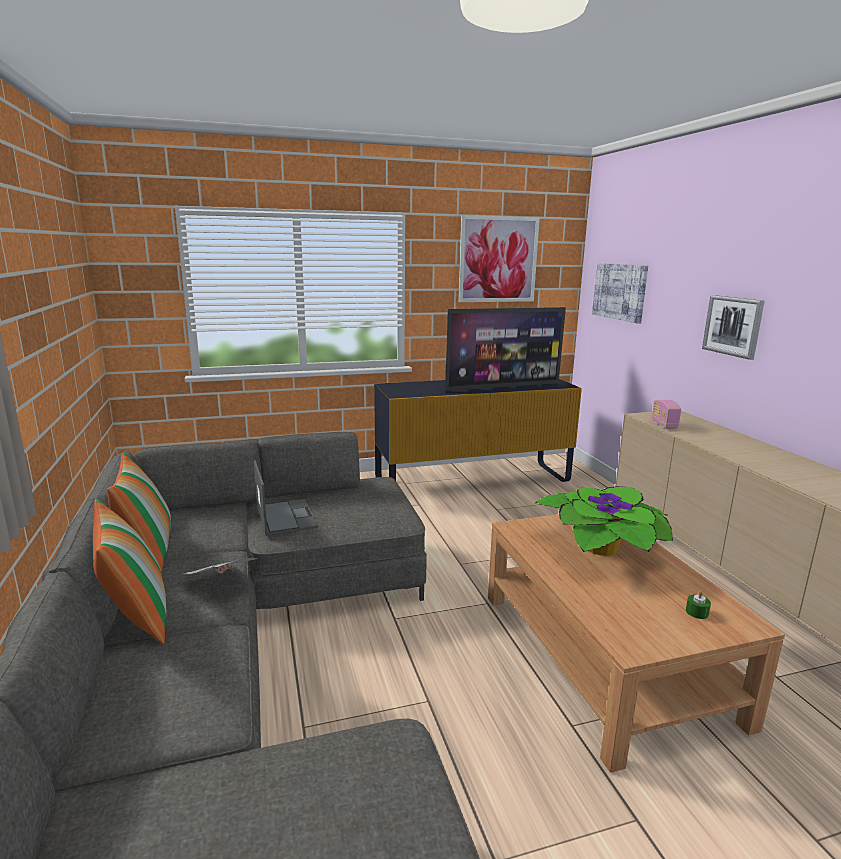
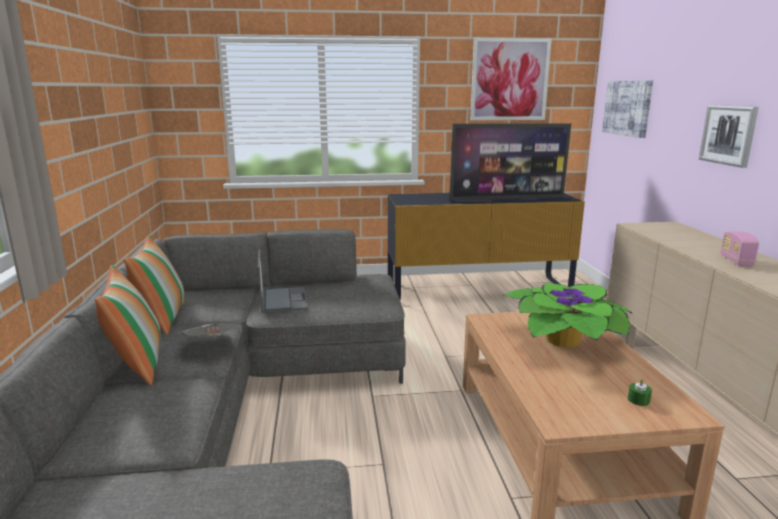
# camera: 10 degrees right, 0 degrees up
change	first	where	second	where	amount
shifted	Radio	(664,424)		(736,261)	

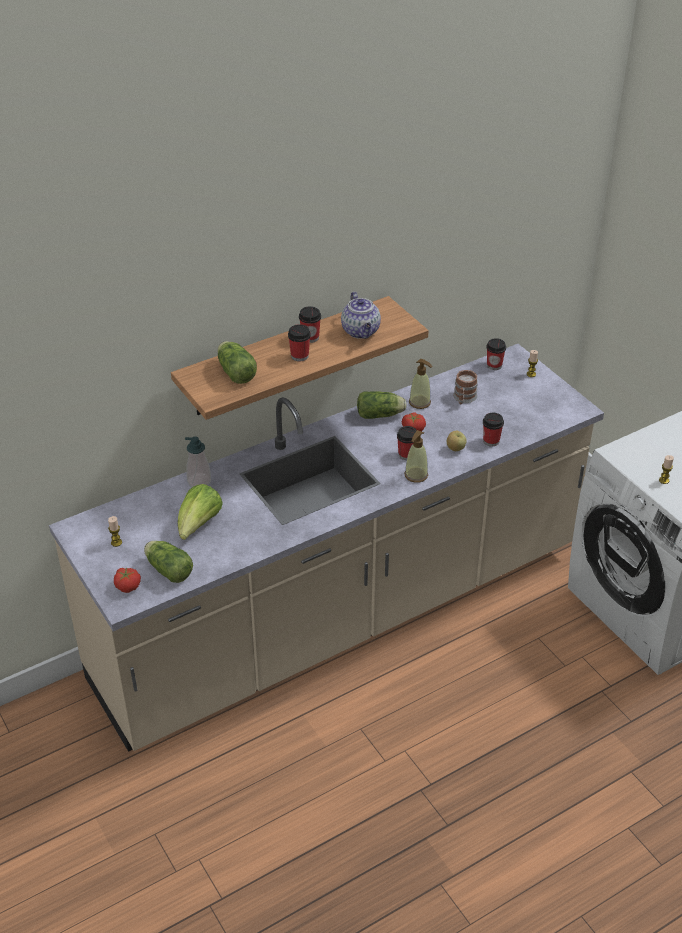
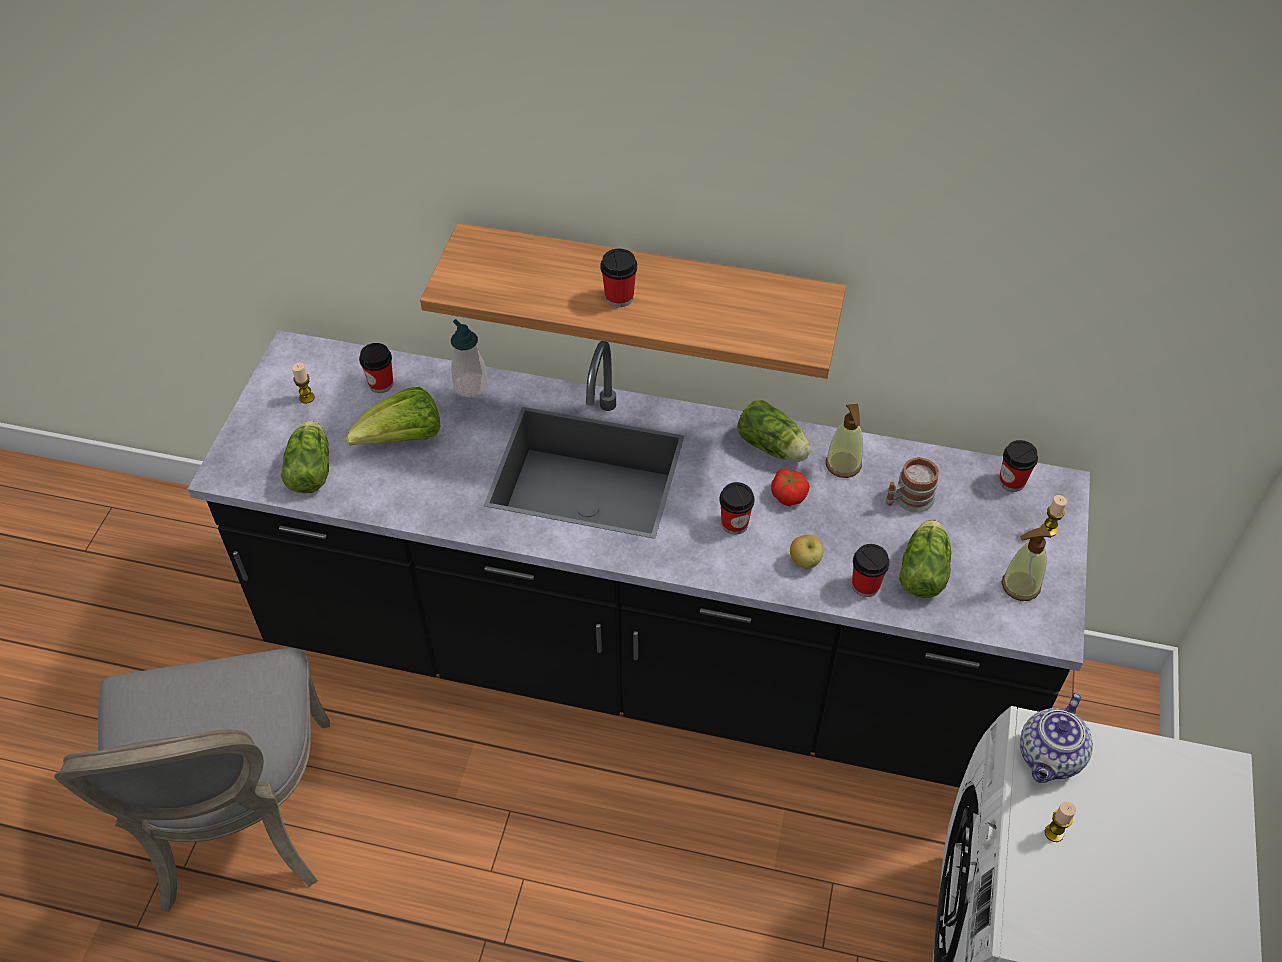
# camera: 45 degrees right, 10 degrees up
change	first	where	second	where	amount
new			GreyChair	(239,821)	
repainted	BeigeCounter	(341,617)	BlackCounter	(641,663)	
shifted	Cup	(310,337)		(381,384)	
shifted	Lettuce	(235,371)		(924,569)	
shifted	SoapDispenser	(416,475)		(1020,586)	
shifted	Teapot	(361,332)		(1049,758)	
gone	Tomato	(128,585)			

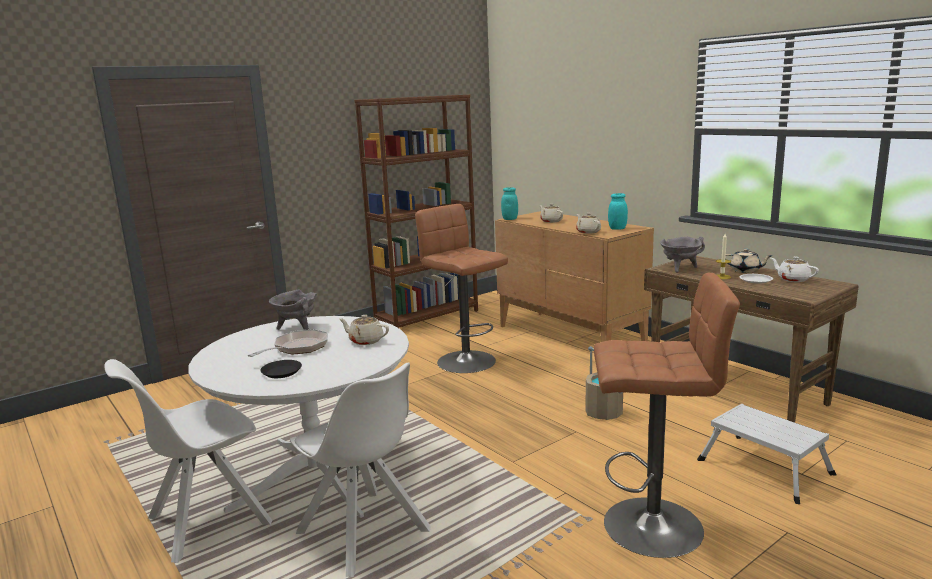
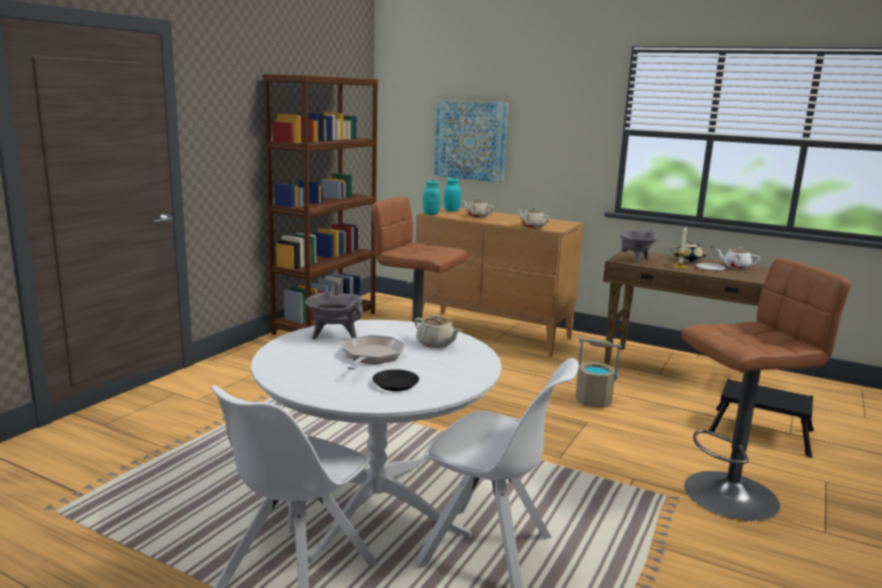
# camera: 25 degrees left, 0 degrees up
change	first	where	second	where	amount
rotated	BeigeTeapot	(365,341)		(436,344)	135 degrees counterclockwise
new			Picture	(471,140)	
shifted	TurquoiseJar	(617,228)		(451,211)	
repainted	WhiteStepLadder	(765,467)	BlackStepLadder	(761,431)	

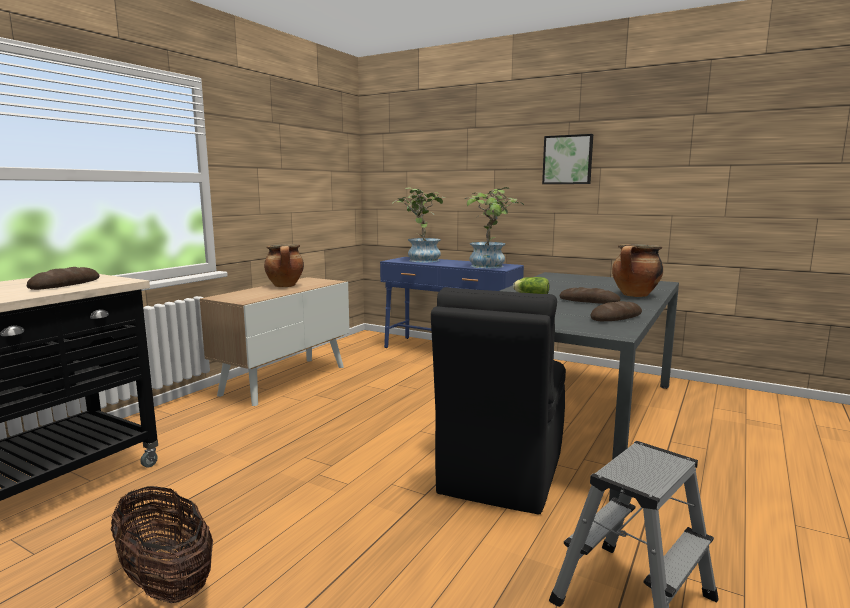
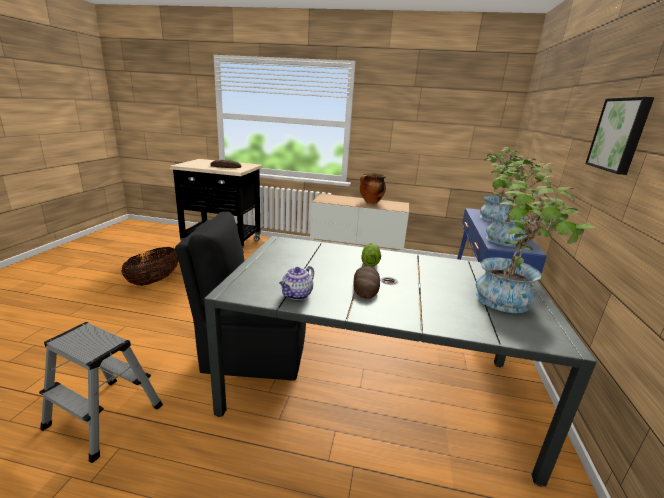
# camera: 70 degrees right, 10 degrees up
change	first	where	second	where	amount
swapped	Bread	(616,317)	Teapot	(297,295)	
new			PottedPlant	(511,302)	
gone	CookingPot	(635,295)			

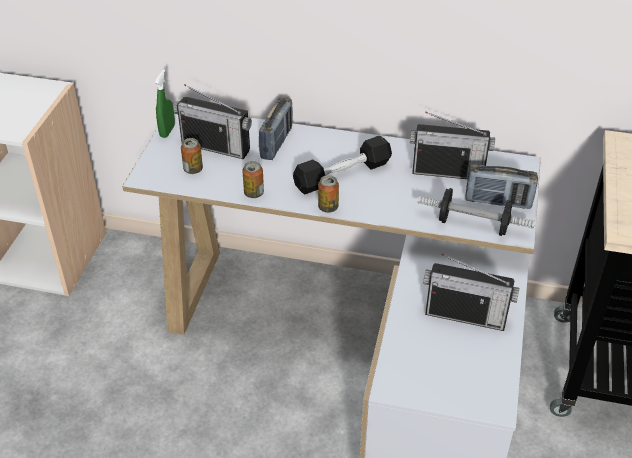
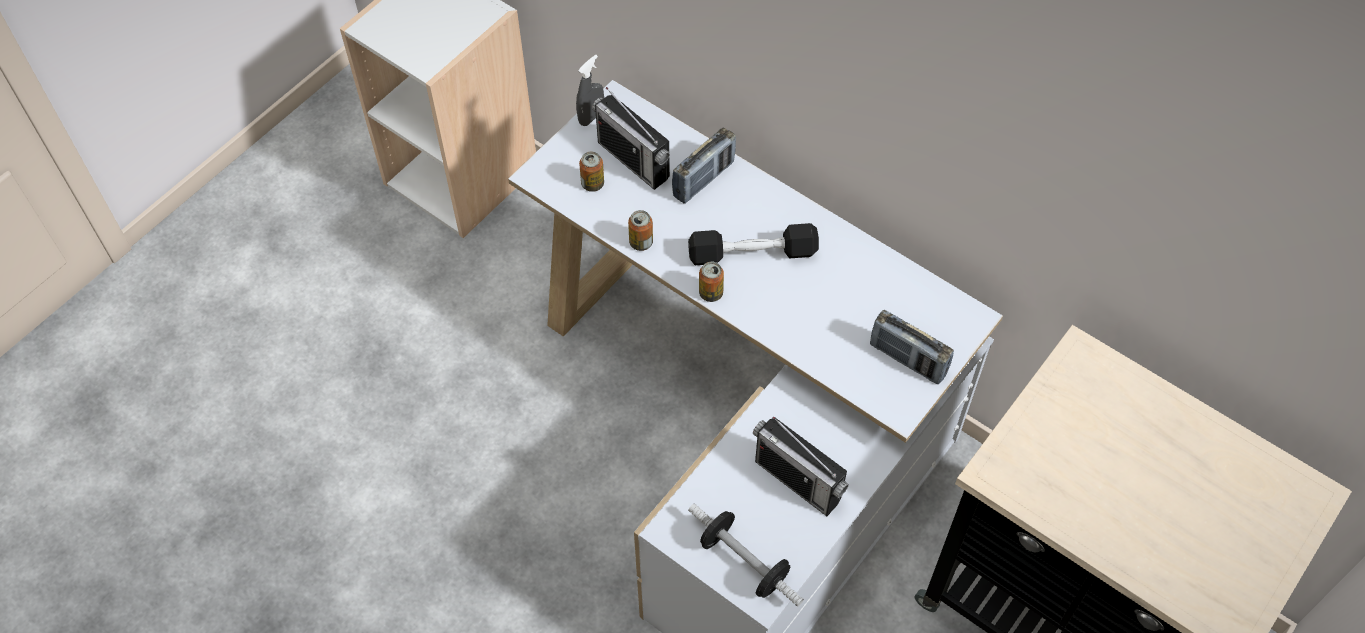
# camera: 25 degrees right, 15 degrees up
change	first	where	second	where	amount
repainted	GreenSprayBottle	(167,131)	GreySprayBottle	(591,117)	
shifted	Dumbbell	(473,225)		(744,563)	
gone	Radio	(448,172)			

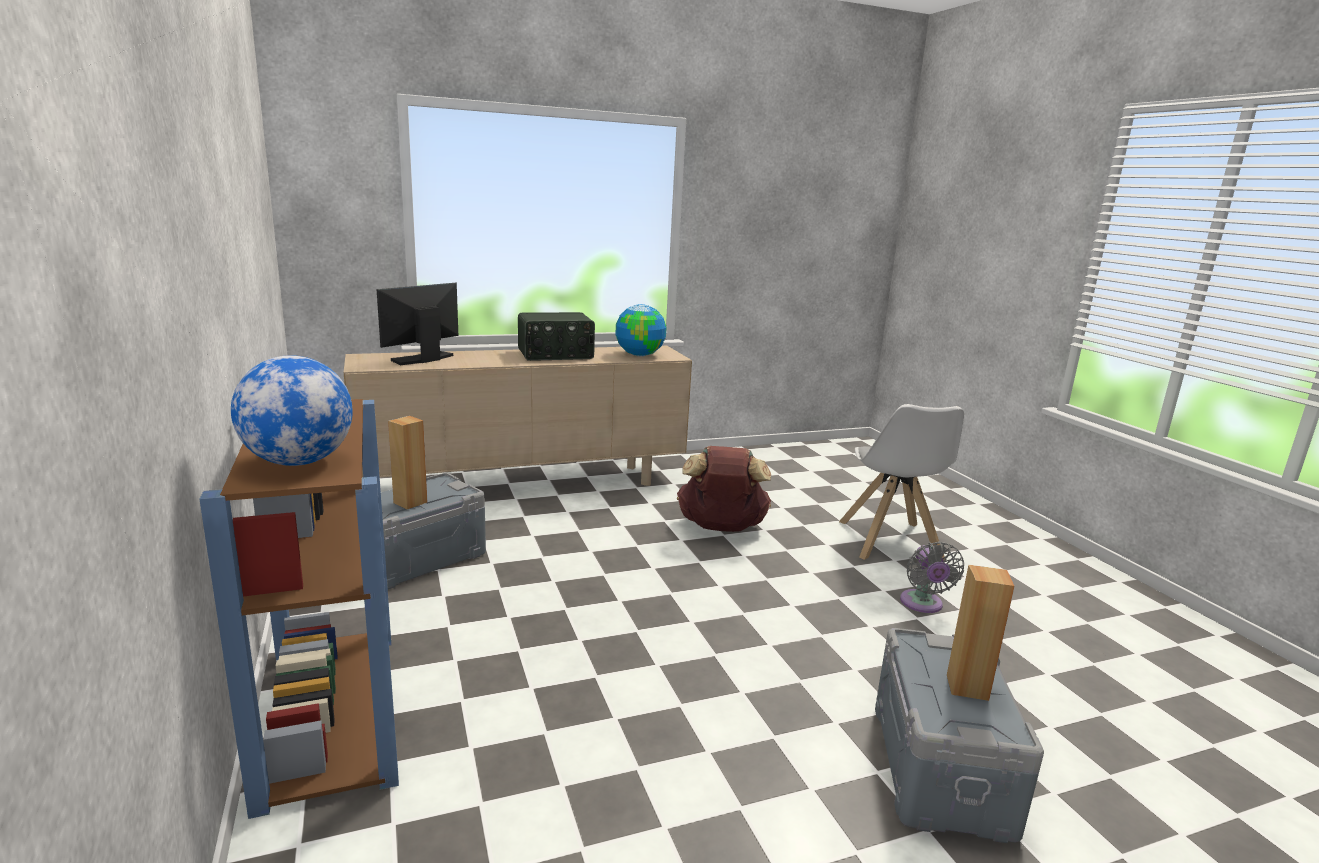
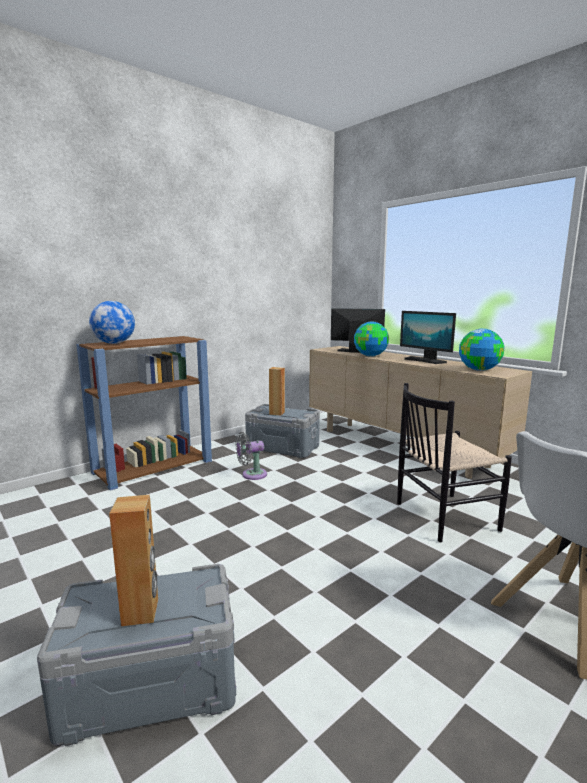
# camera: 70 degrees right, 5 degrees down
change	first	where	second	where	amount
shifted	GreyFan	(922,604)		(251,475)	
new			Globe	(370,355)	
swapped	BrownBackpack	(721,528)	BlackChair	(442,517)	
swapped	Radio	(555,355)	Monitor	(425,360)	

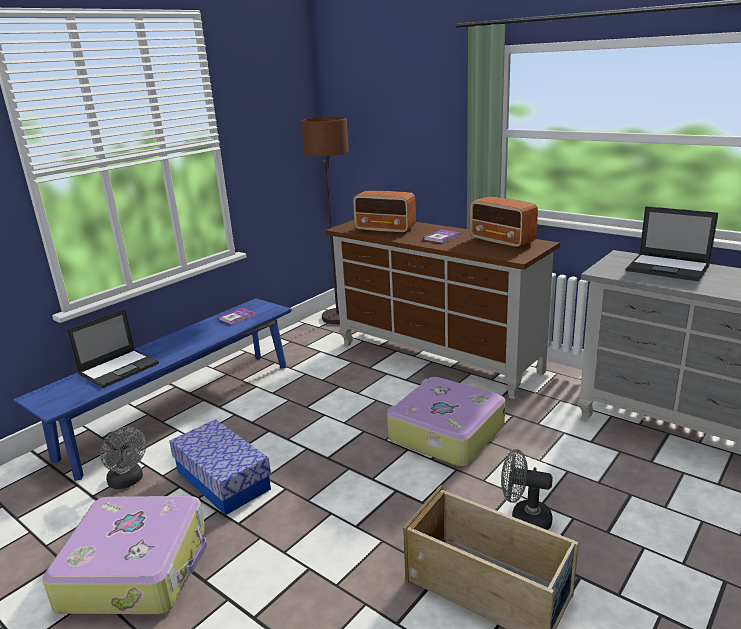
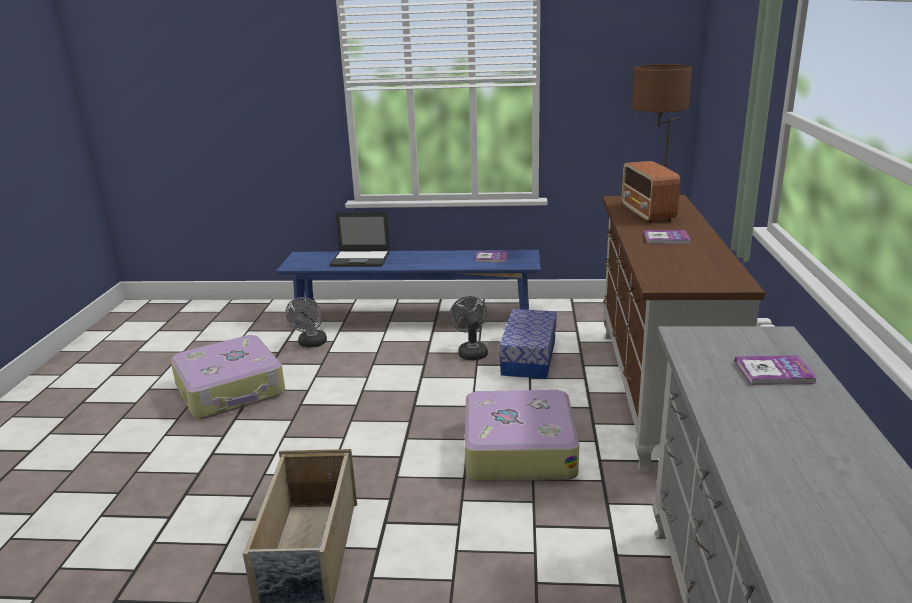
# camera: 55 degrees right, 0 degrees up
change	first	where	second	where	amount
shifted	GreyFan	(524,518)		(471,352)	
shifted	StorageBox	(223,480)		(529,357)	
swapped	Laptop	(669,268)	Book	(774,372)	
gone	Radio	(502,241)			

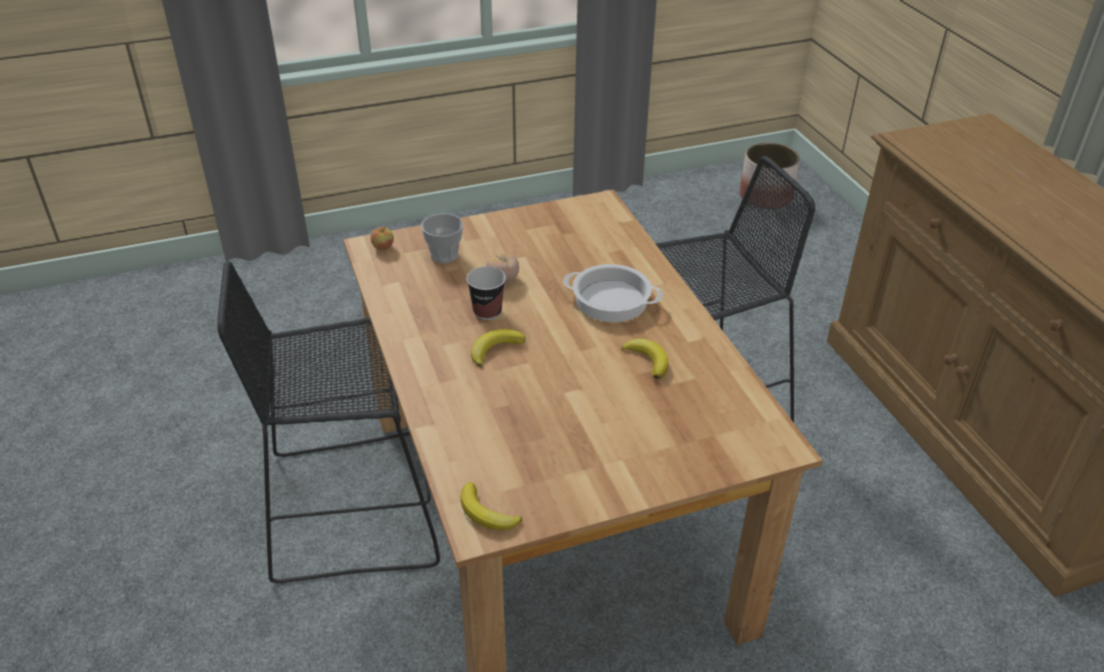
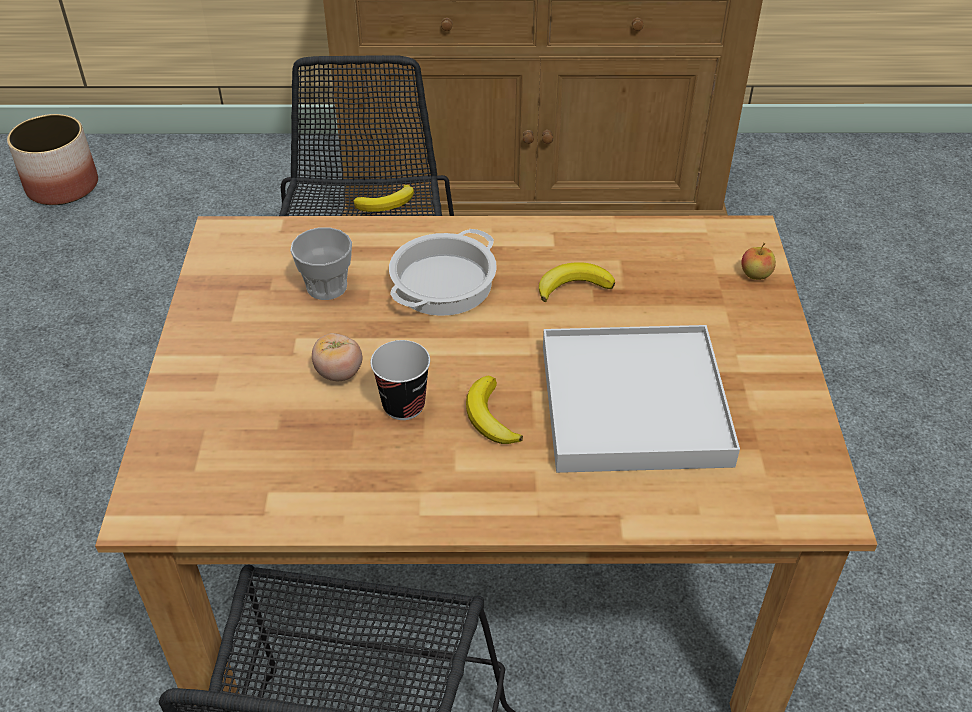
# camera: 70 degrees left, 5 degrees up
change	first	where	second	where	amount
shifted	Cup	(444,255)		(326,287)	
shifted	Banana	(486,513)		(387,203)	
new			WhiteTray	(633,404)	
shifted	Apple	(383,247)		(755,275)	

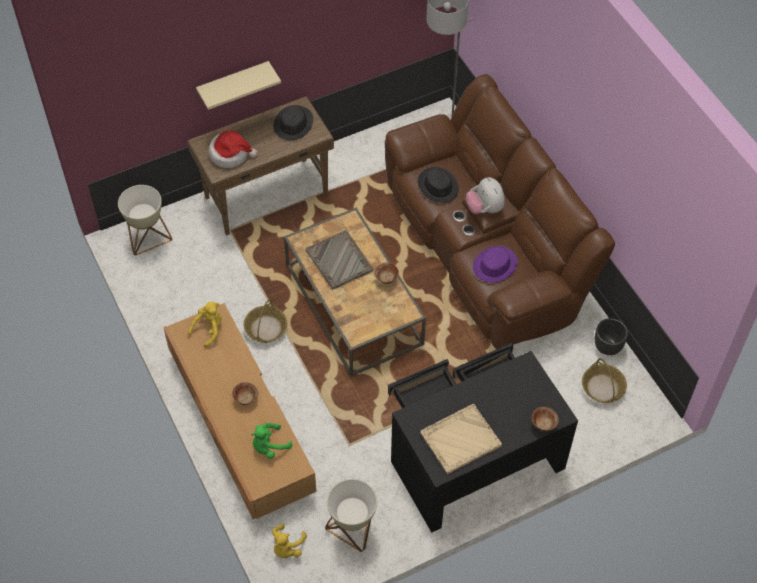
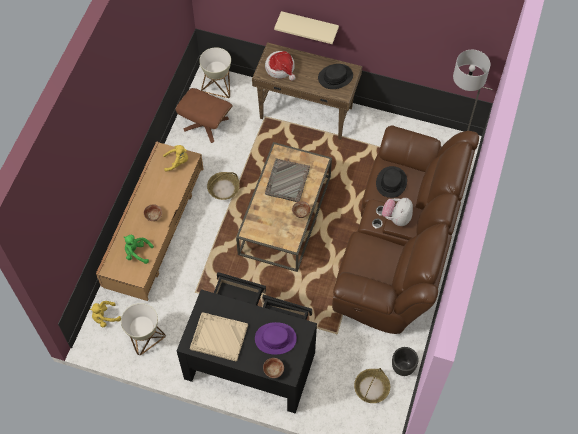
# camera: 45 degrees right, 5 degrees up
change	first	where	second	where	amount
new			BrownOttoman	(206,124)	
shifted	PurpleHat	(494,265)		(275,338)	

